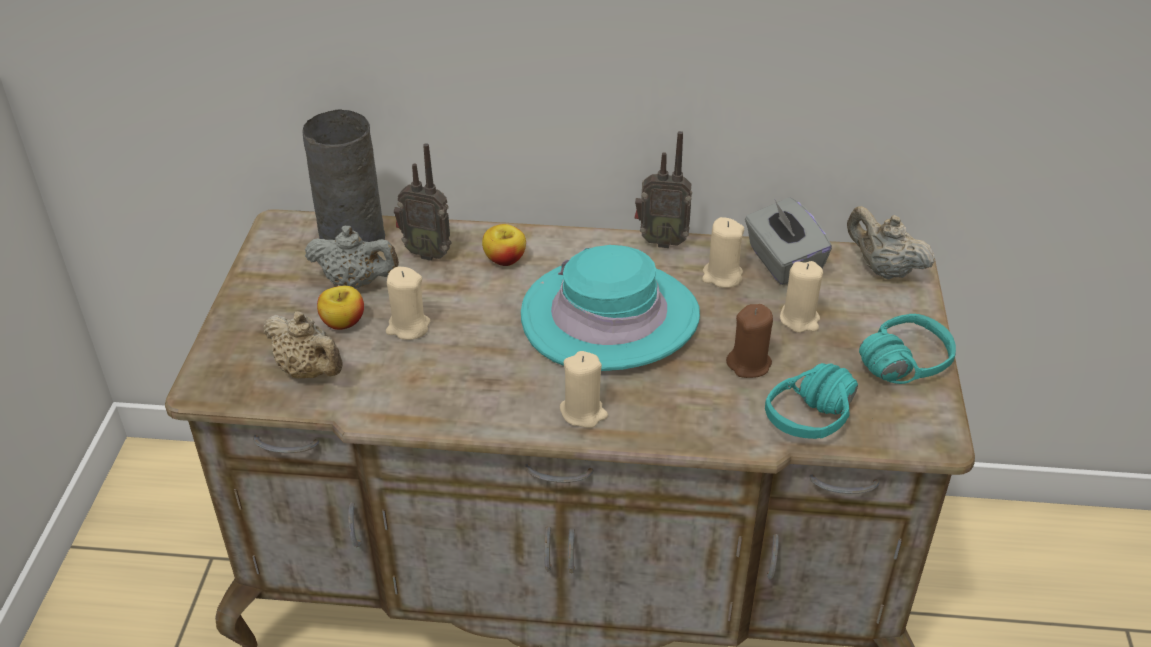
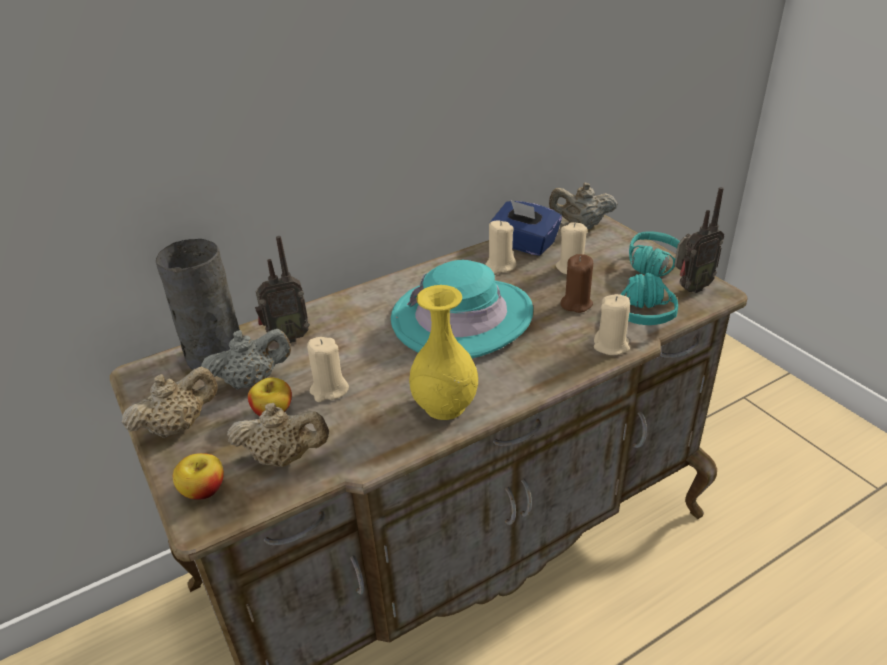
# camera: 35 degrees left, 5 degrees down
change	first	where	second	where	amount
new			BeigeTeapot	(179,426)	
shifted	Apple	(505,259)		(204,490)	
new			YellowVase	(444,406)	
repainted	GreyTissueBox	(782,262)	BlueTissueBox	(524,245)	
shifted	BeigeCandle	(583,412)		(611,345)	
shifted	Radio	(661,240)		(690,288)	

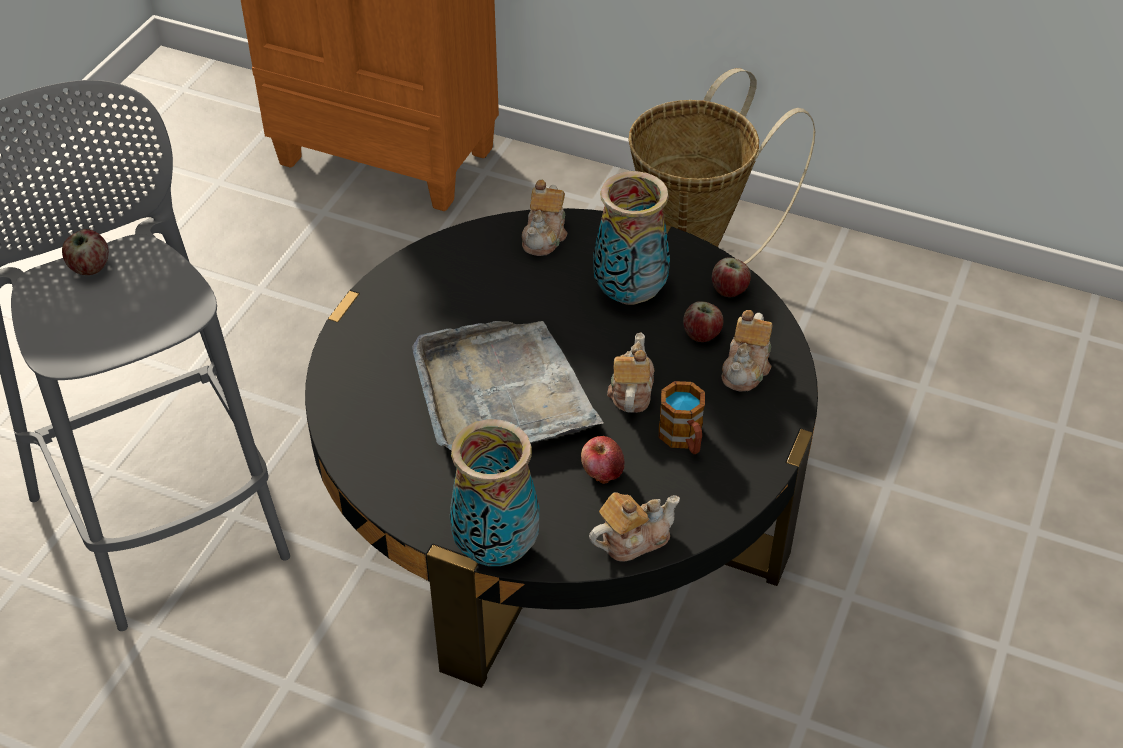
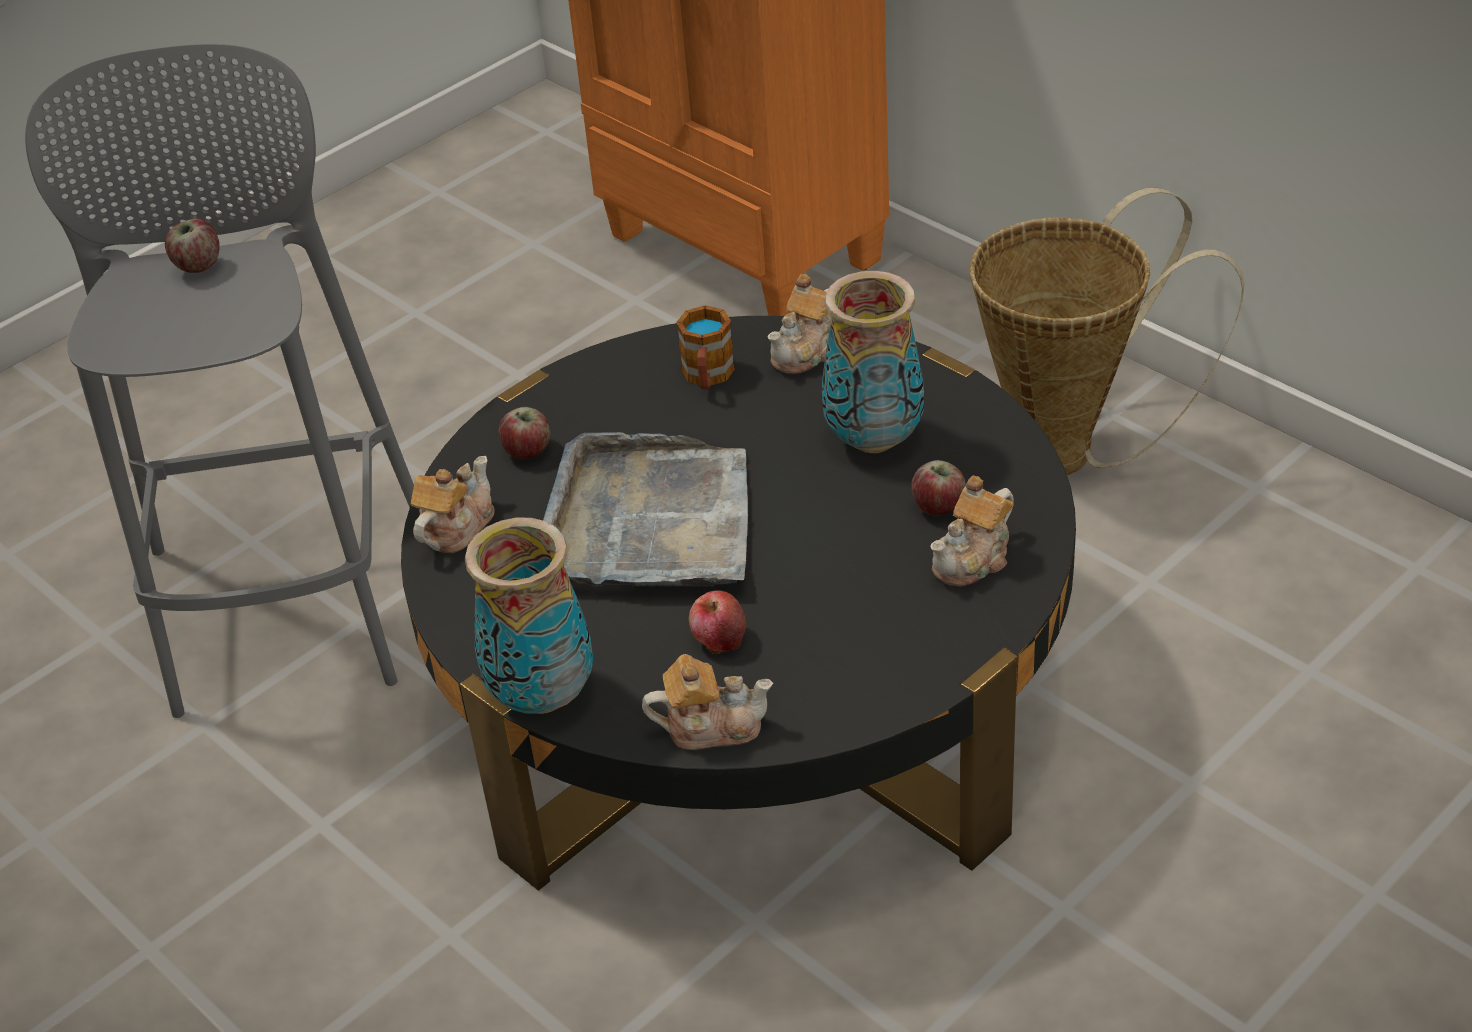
# camera: 25 degrees right, 5 degrees down
change	first	where	second	where	amount
shifted	Teapot	(631,391)		(456,528)	
shifted	Apple	(729,290)		(528,451)	
shifted	Mug	(684,439)		(707,377)	

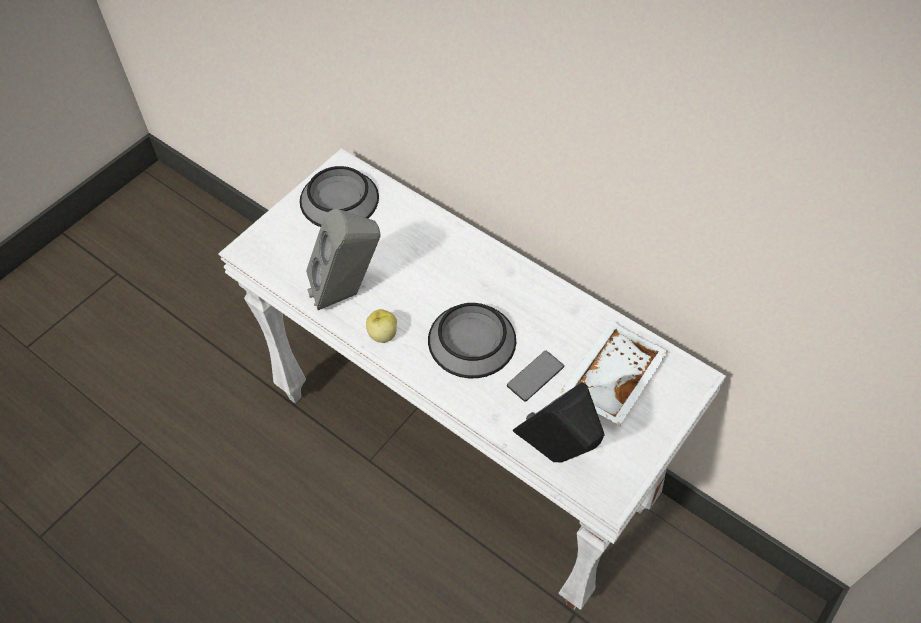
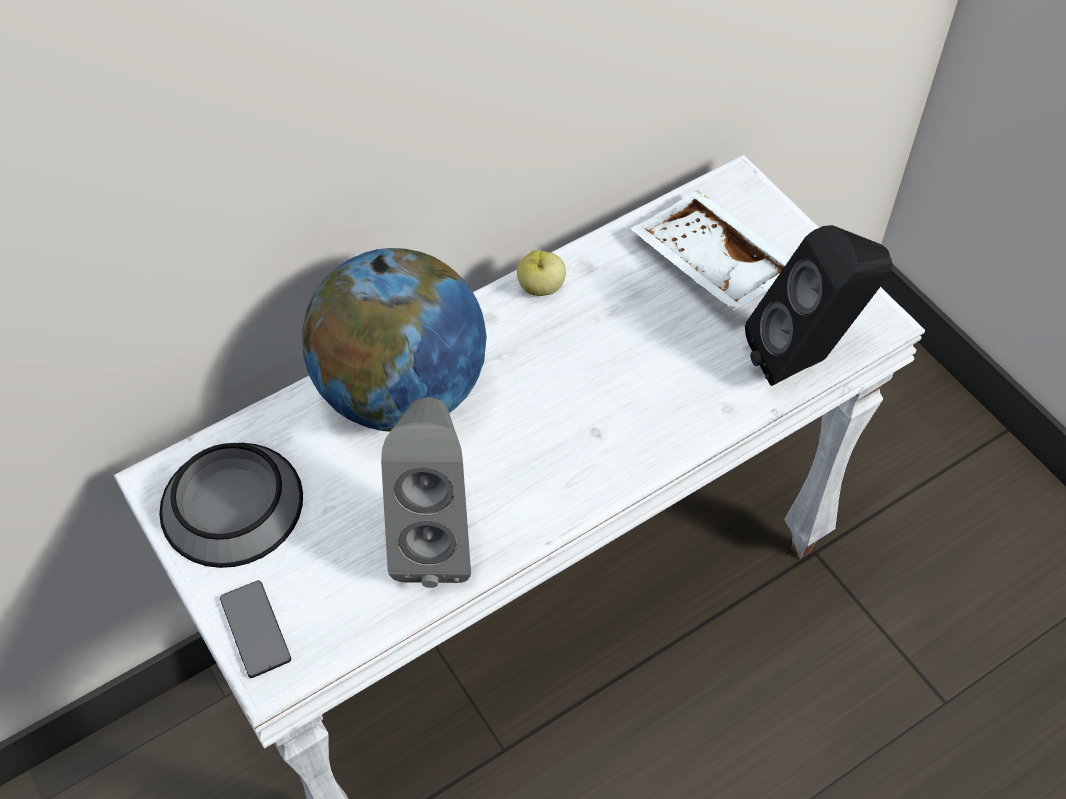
# camera: 70 degrees left, 0 degrees up
change	first	where	second	where	amount
shifted	Phone	(535,376)		(255,629)	
new			Globe	(403,392)	
shifted	Apple	(382,334)		(541,288)	
gone	Bowl	(471,340)			

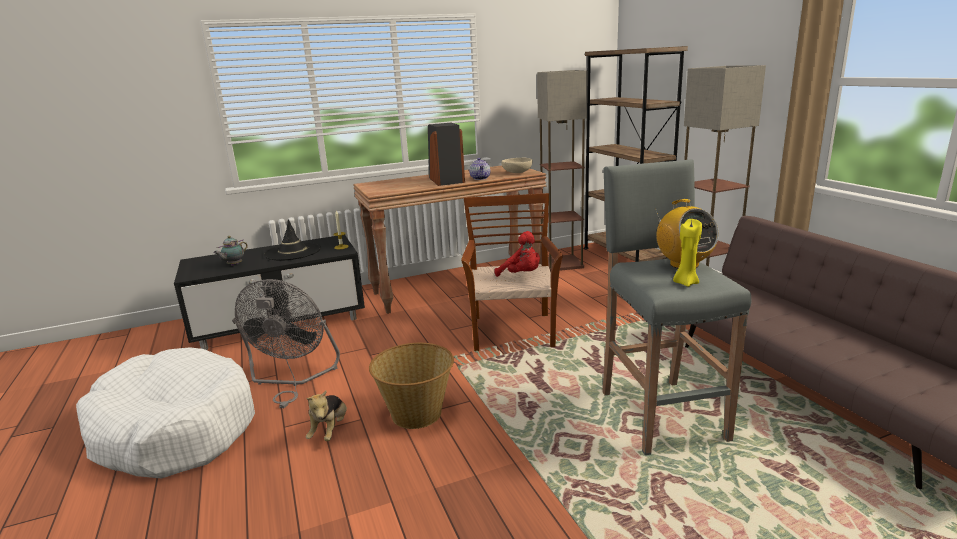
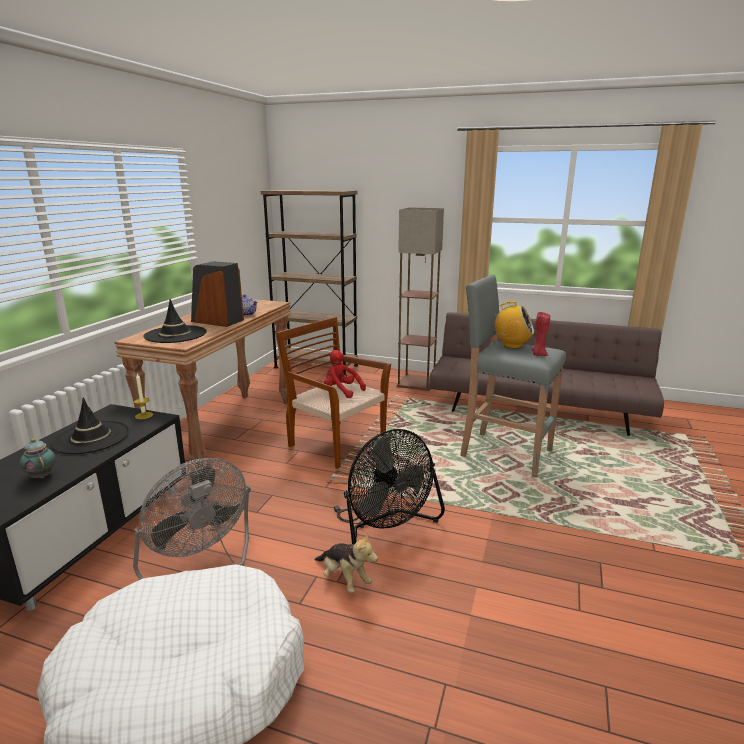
# camera: 50 degrees left, 0 degrees up
change	first	where	second	where	amount
rotated	Teapot	(233,265)		(42,476)	150 degrees clockwise
new			BlackHat	(175,335)	
rotated	RedPlushToy	(521,275)		(341,391)	135 degrees counterclockwise
swapped	Basket	(416,413)	BlackFan	(382,529)	
repainted	YellowCandle	(685,283)	RedCandle	(538,354)	
gone	BeigeBowl	(517,173)			
gone	FloorLamp	(562,263)			

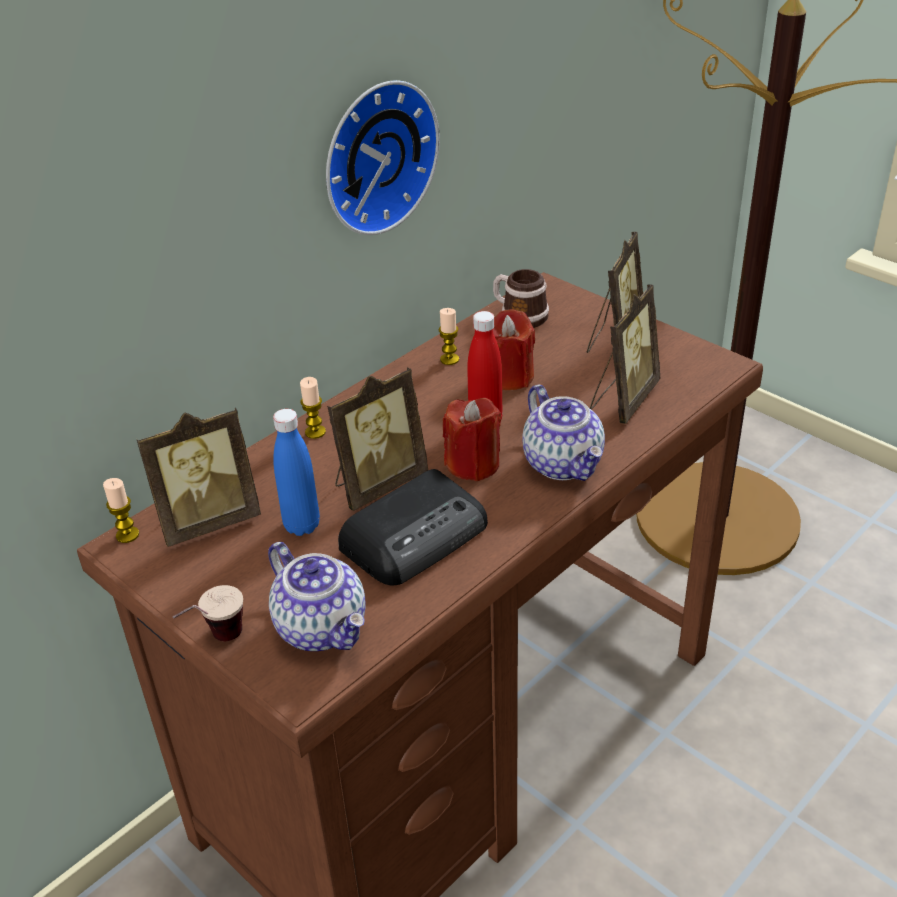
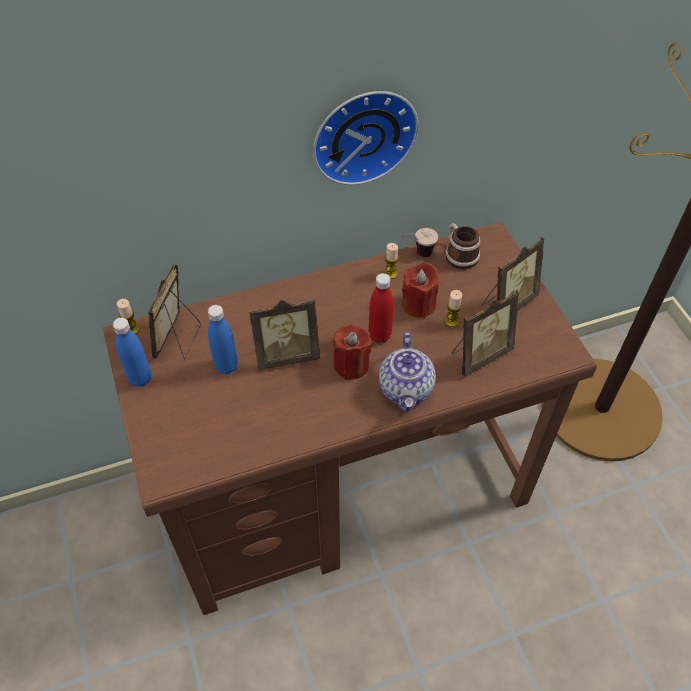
# camera: 25 degrees right, 15 degrees up
change	first	where	second	where	amount
new			BlueBottle	(140,378)	
rotated	PictureFrame	(208,521)		(179,339)	105 degrees clockwise
shifted	Cup	(215,643)		(416,255)	
shifted	Candle	(315,432)		(451,321)	
gone	Teapot	(323,628)			
gone	Radio	(417,535)			

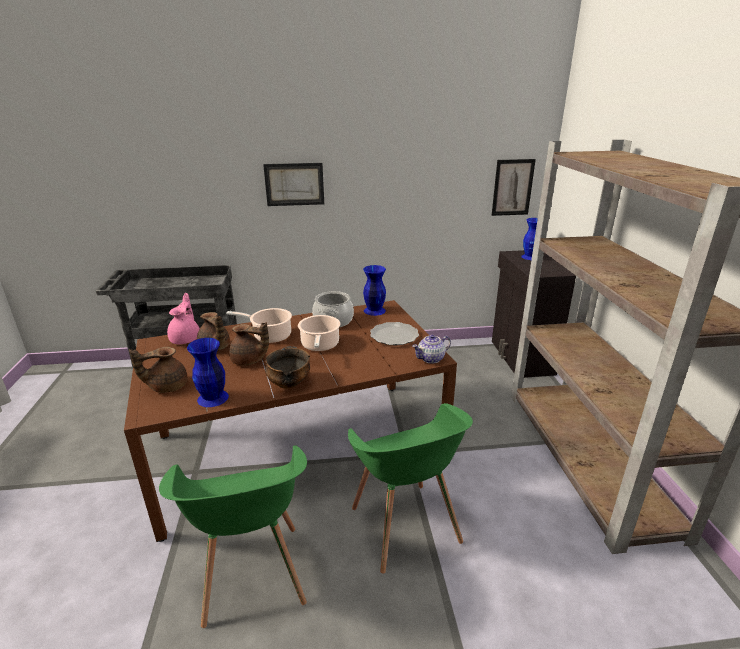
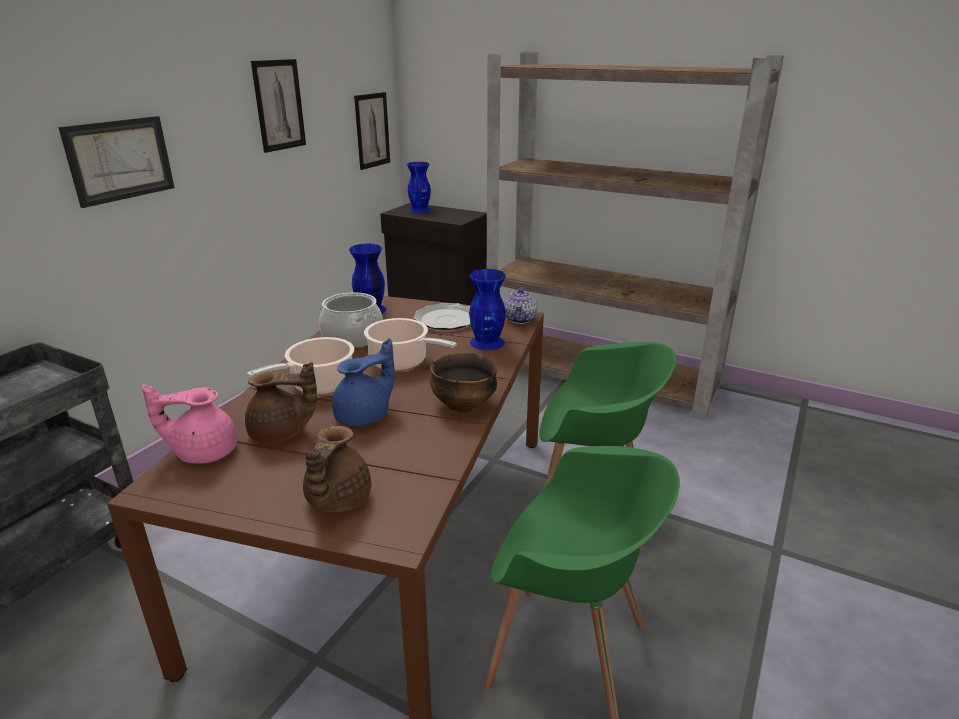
# camera: 55 degrees left, 0 degrees up
change	first	where	second	where	amount
rotated	PinkTeapot	(186,339)		(204,451)	45 degrees counterclockwise
new			Picture	(279,105)	
repainted	BrownTeapot	(249,361)	BlueTeapot	(365,416)	
shifted	BlueVase	(212,398)		(487,342)	

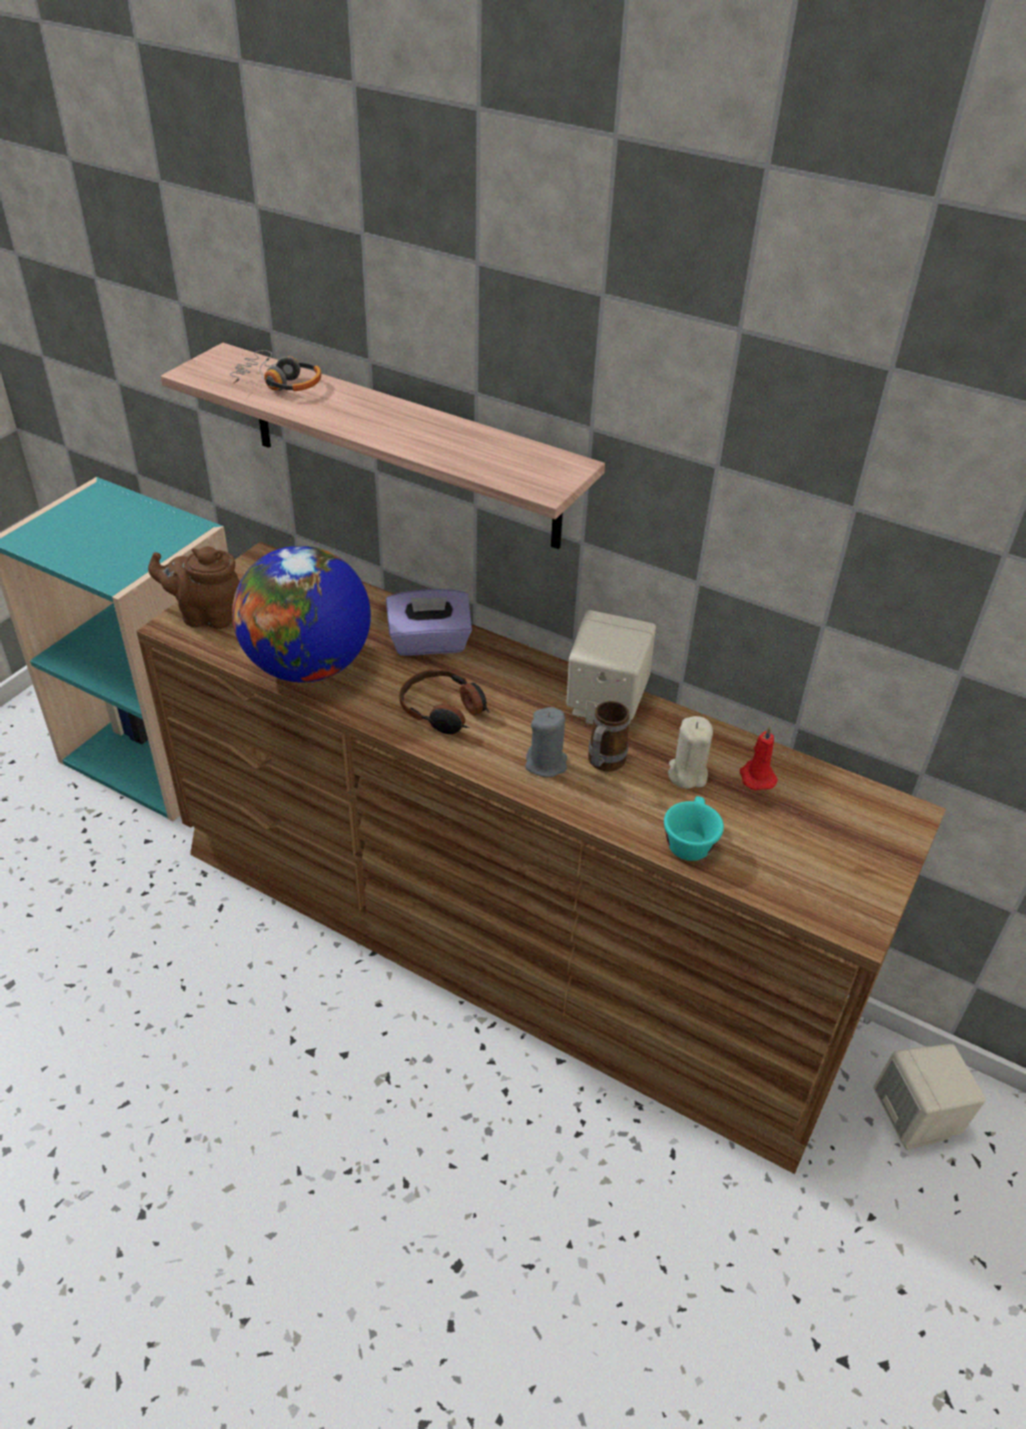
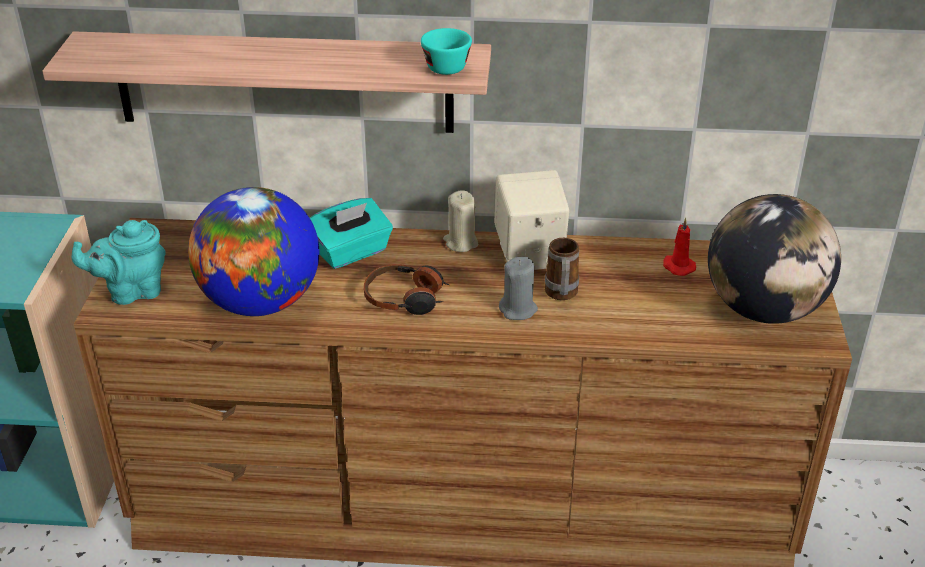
# camera: 25 degrees left, 5 degrees down
change	first	where	second	where	amount
repainted	BrownTeapot	(206,616)	TurquoiseTeapot	(132,291)	
repainted	PurpleTissueBox	(429,643)	TurquoiseTissueBox	(351,252)	
shifted	TurquoiseCup	(689,841)		(444,65)	
shifted	BeigeCandle	(687,774)		(461,242)	
new			Globe	(763,309)	
gone	Headphones	(278,383)			
gone	BeigeSpeaker	(916,1119)			

